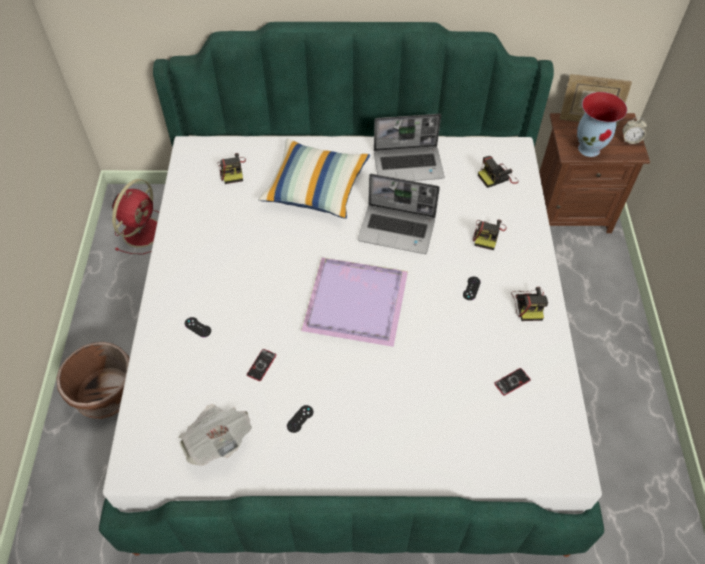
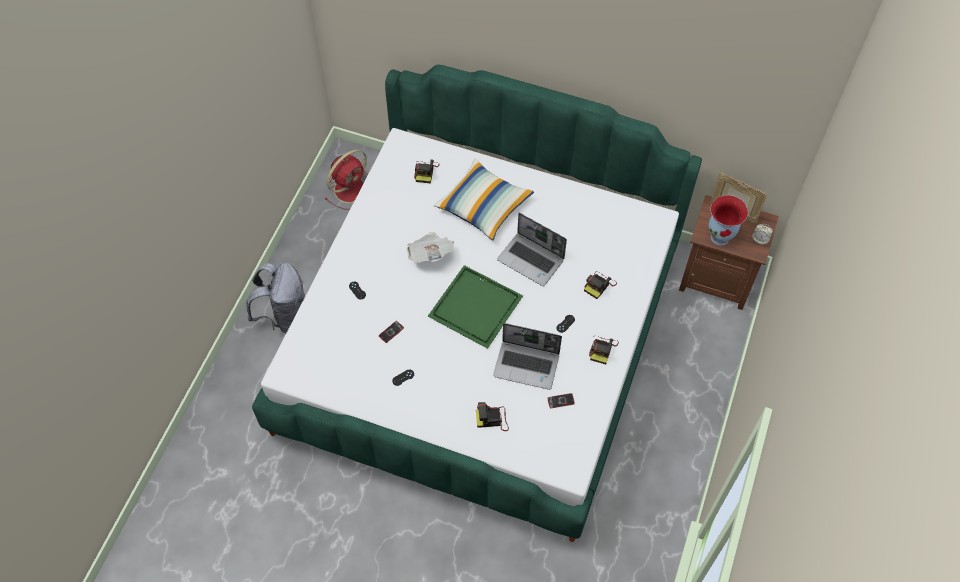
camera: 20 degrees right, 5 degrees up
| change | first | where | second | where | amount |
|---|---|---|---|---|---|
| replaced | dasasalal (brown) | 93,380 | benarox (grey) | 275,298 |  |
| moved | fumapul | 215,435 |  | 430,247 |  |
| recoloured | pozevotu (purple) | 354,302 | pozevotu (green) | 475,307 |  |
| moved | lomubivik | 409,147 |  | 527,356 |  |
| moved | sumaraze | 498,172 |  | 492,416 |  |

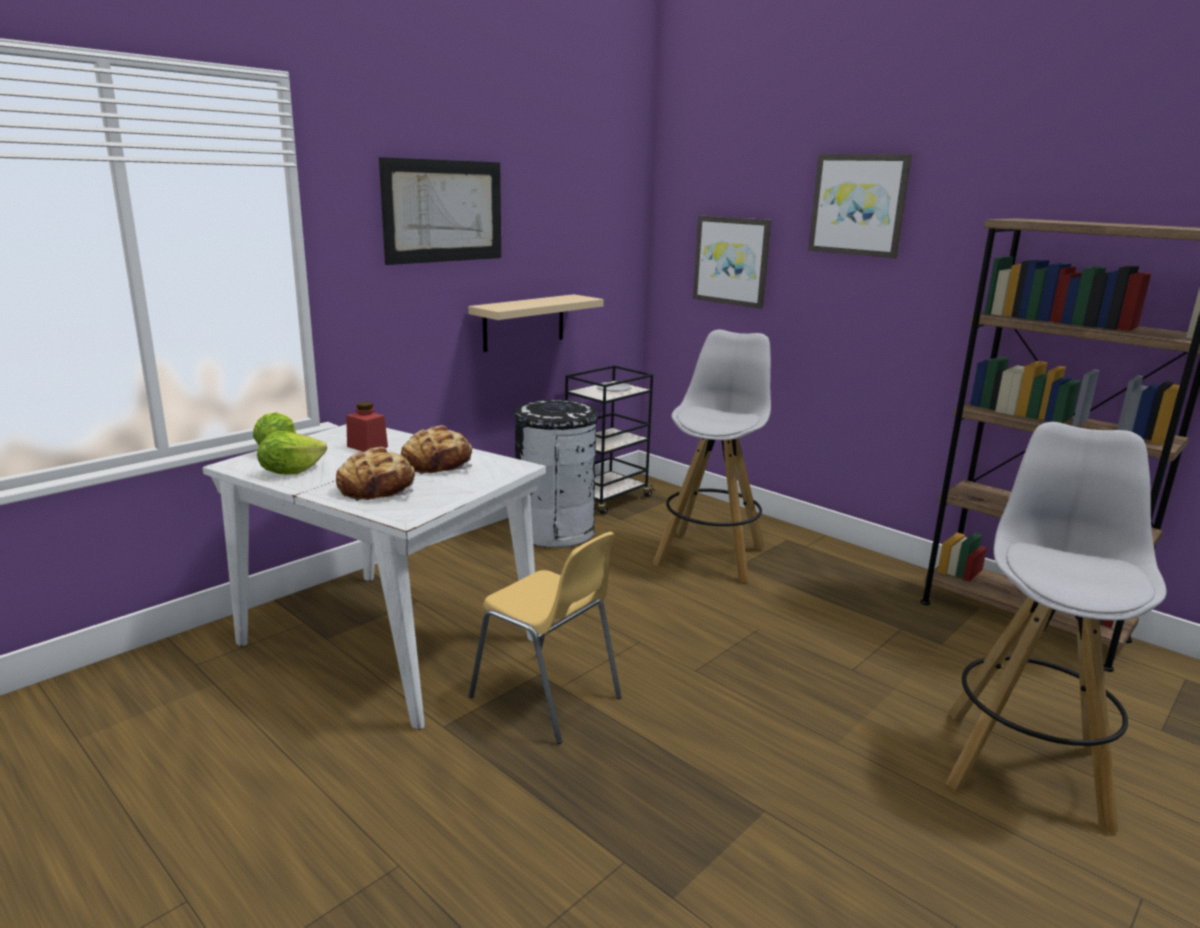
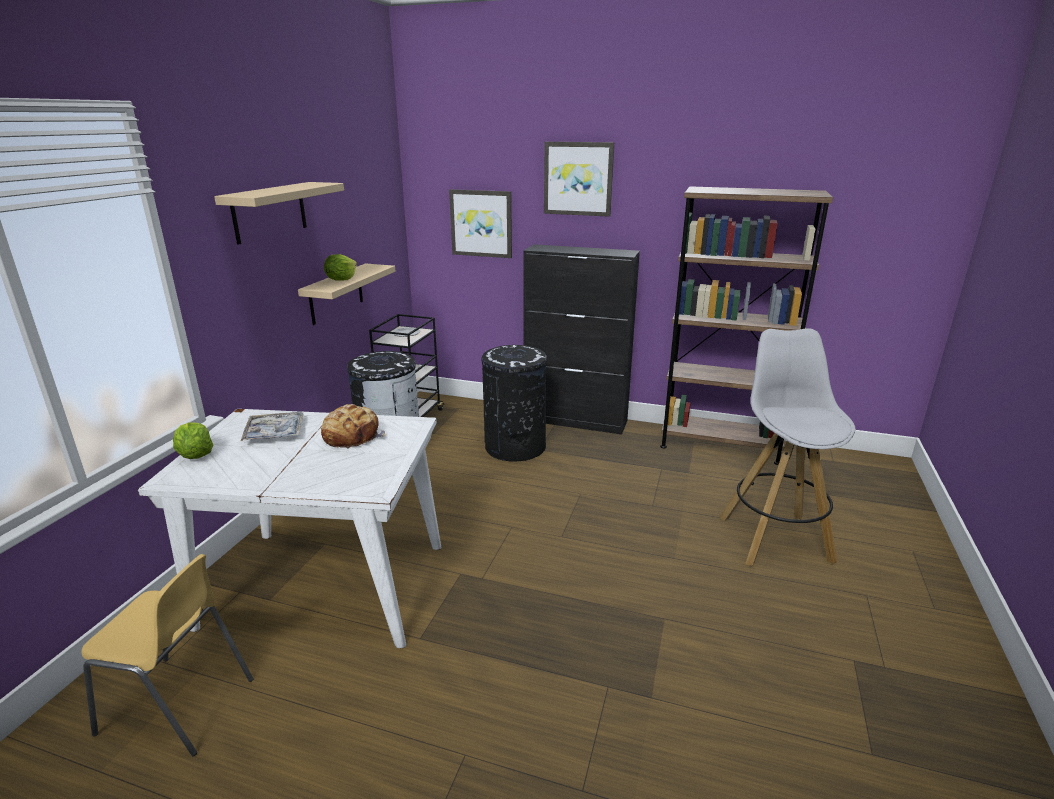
camera: 25 degrees left, 5 degrees up
| change | first | where | second | where | amount |
|---|---|---|---|---|---|
| moved | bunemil | 292,452 |  | 340,267 |  |
| removed | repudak | 375,474 |  |  |  |
| replaced | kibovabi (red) | 367,427 | pozevotu | 272,426 |  |
| replaced | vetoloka | 440,211 | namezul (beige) | 279,213 |  |
| moved | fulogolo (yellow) | 545,638 |  | 167,655 |  |
| replaced | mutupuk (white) | 712,455 | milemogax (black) | 514,403 |  |
| added |  |  | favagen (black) | 581,339 |  |

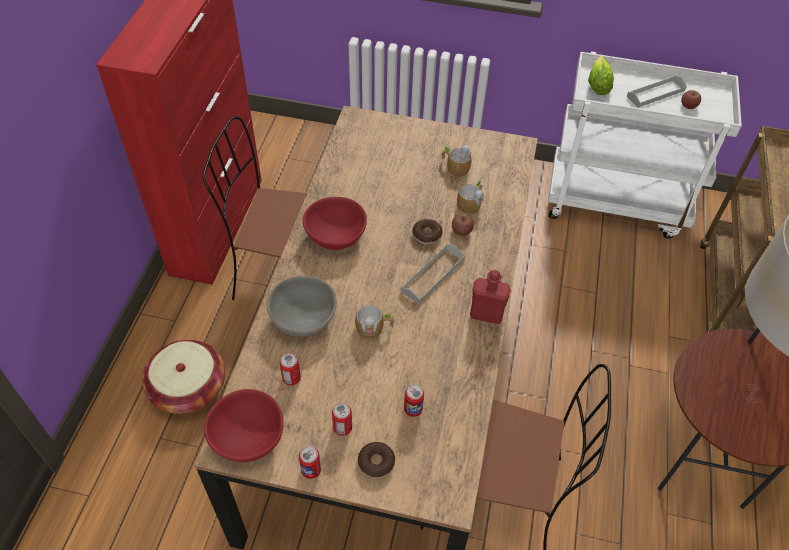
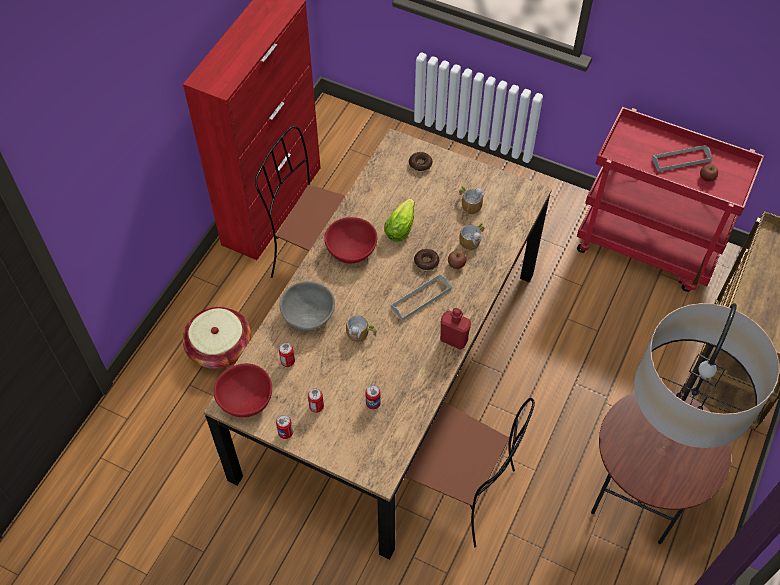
camera: 15 degrees right, 5 degrees up
| change | first | where | second | where | amount |
|---|---|---|---|---|---|
| moved | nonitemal | 376,460 |  | 421,162 |  |
| recoloured | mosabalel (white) | 645,145 | mosabalel (red) | 670,199 |  |
| moved | bunemil | 601,75 |  | 399,220 |  |

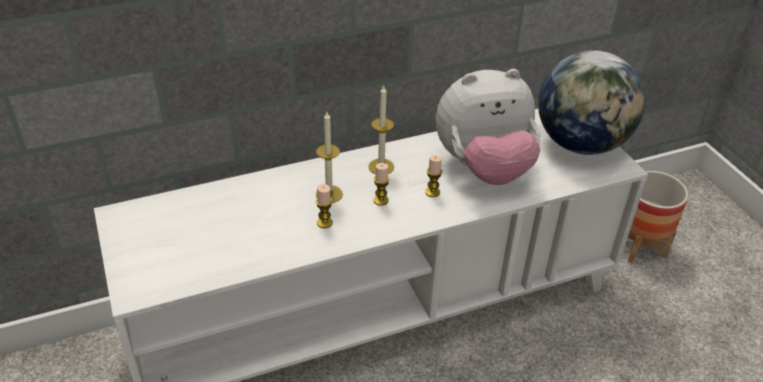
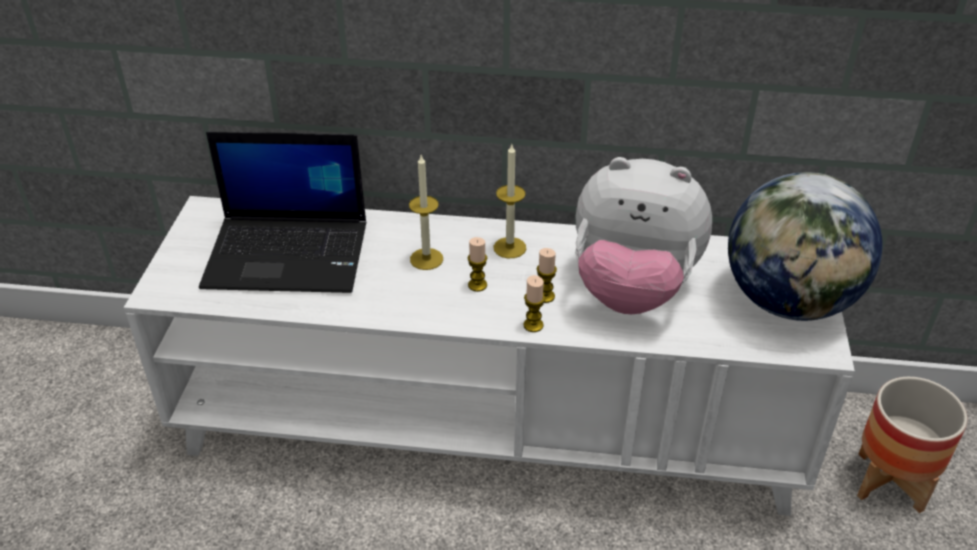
camera: 30 degrees right, 0 degrees up
| change | first | where | second | where | amount |
|---|---|---|---|---|---|
| moved | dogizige | 324,206 |  | 534,303 |  |
| added |  |  | lomubivik | 282,212 |  |

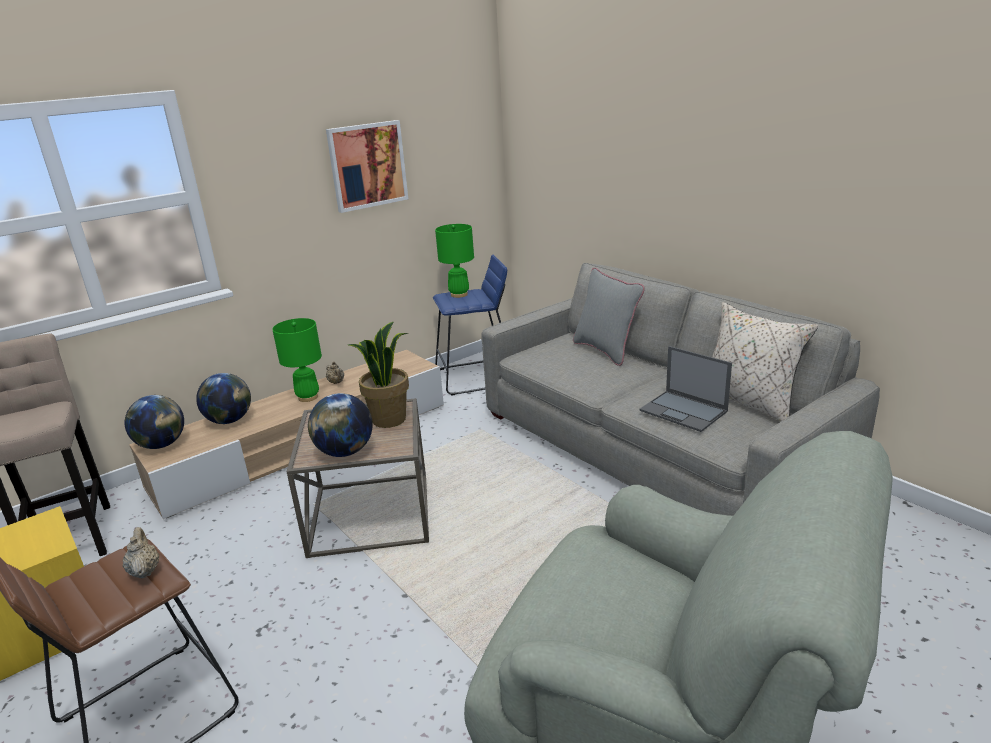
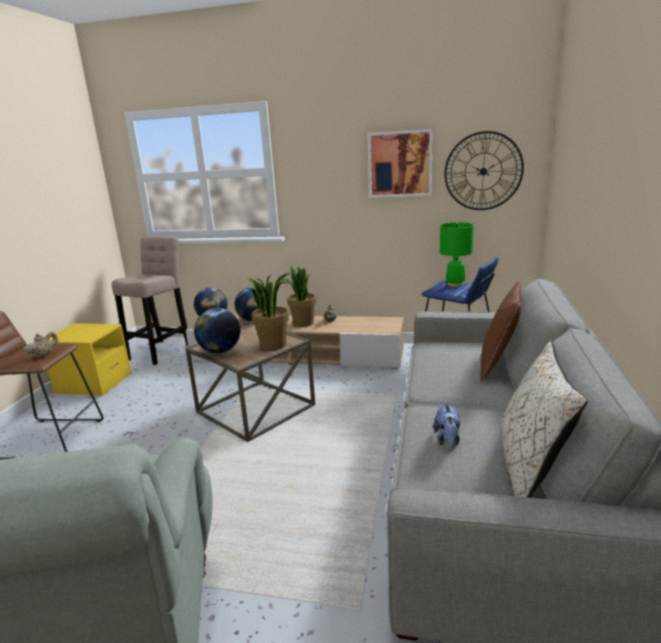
camera: 50 degrees right, 5 degrees down
| change | first | where | second | where | amount |
|---|---|---|---|---|---|
| replaced | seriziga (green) | 297,360 | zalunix | 299,296 |  |
| recoloured | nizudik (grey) | 609,317 | nizudik (brown) | 500,330 |  |
| replaced | lomubivik | 685,389 | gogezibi | 446,425 |  |
| added |  |  | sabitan | 484,170 |  |

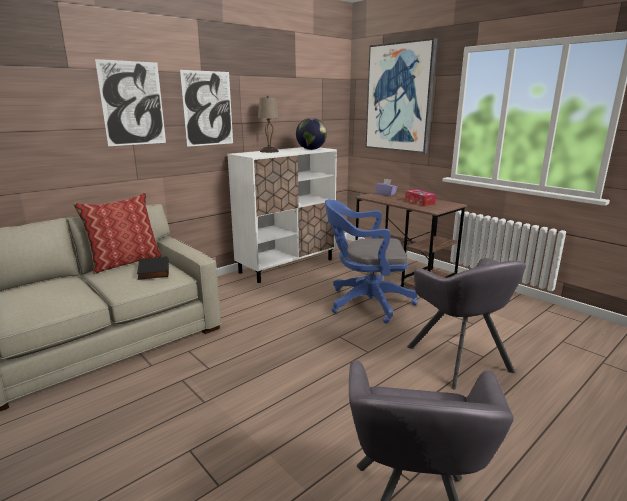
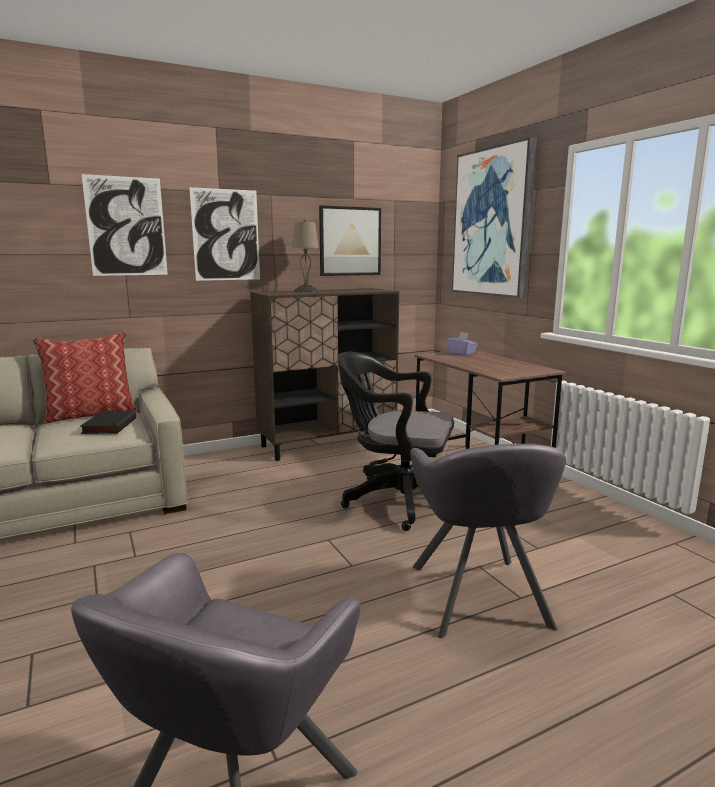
camera: 15 degrees right, 5 degrees down
| change | first | where | second | where | amount |
|---|---|---|---|---|---|
| recoloured | favagen (white) | 282,215 | favagen (brown) | 324,374 |  |
| removed | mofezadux | 311,134 |  |  |  |
| recoloured | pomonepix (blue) | 371,261 | pomonepix (black) | 395,441 |  |
| removed | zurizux | 420,197 |  |  |  |
| added |  |  | vetoloka | 350,240 |  |

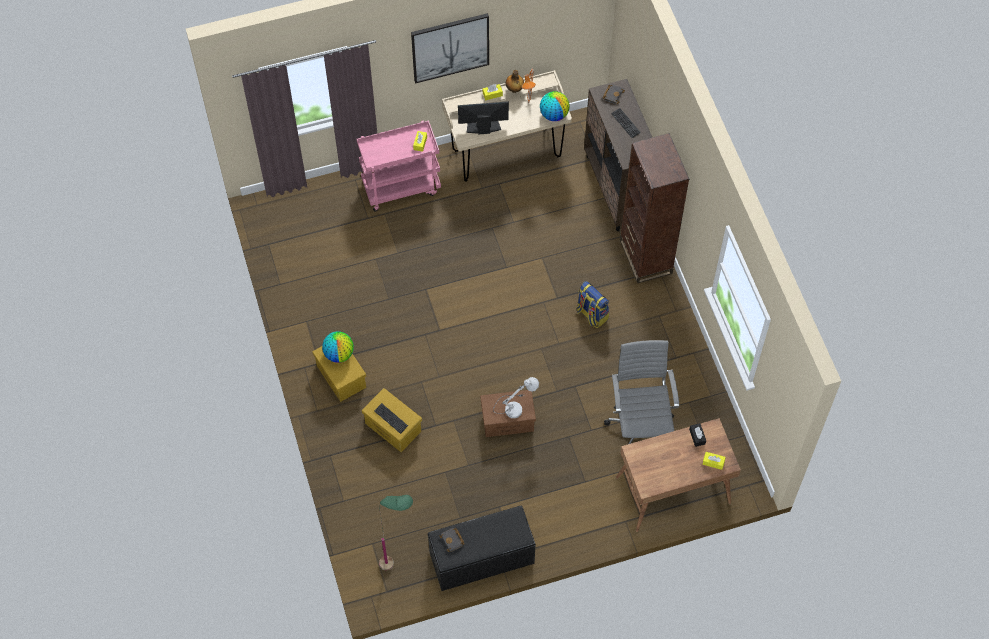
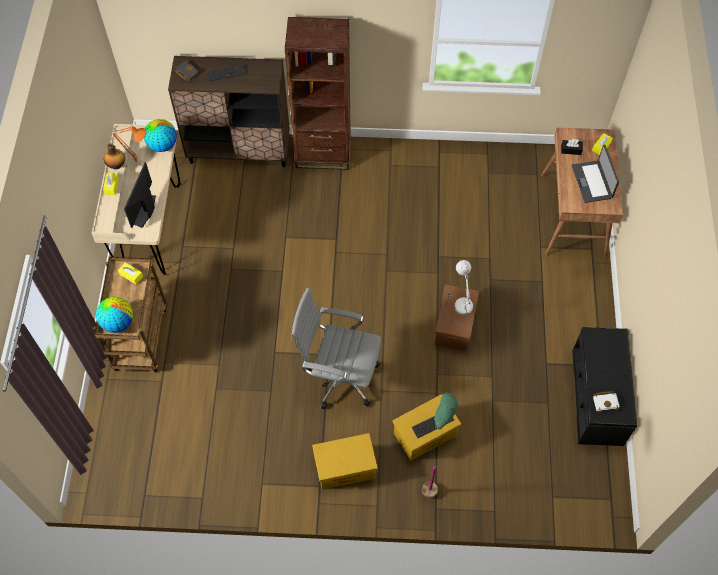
camera: 70 degrees left, 0 degrees up
| change | first | where | second | where | amount |
|---|---|---|---|---|---|
| moved | mofezadux | 338,347 |  | 114,315 |  |
| recoloured | mosabalel (pink) | 399,166 | mosabalel (brown) | 129,315 |  |
| moved | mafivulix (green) | 396,532 |  | 440,445 |  |
| removed | vetoloka | 450,48 |  |  |  |
| recoloured | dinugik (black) | 452,540 | dinugik (white) | 606,402 |  |
| removed | benarox | 592,304 |  |  |  |
| moved | pomonepix (grey) | 641,399 |  | 336,348 |  |
| added |  |  | lomubivik | 595,173 |  |

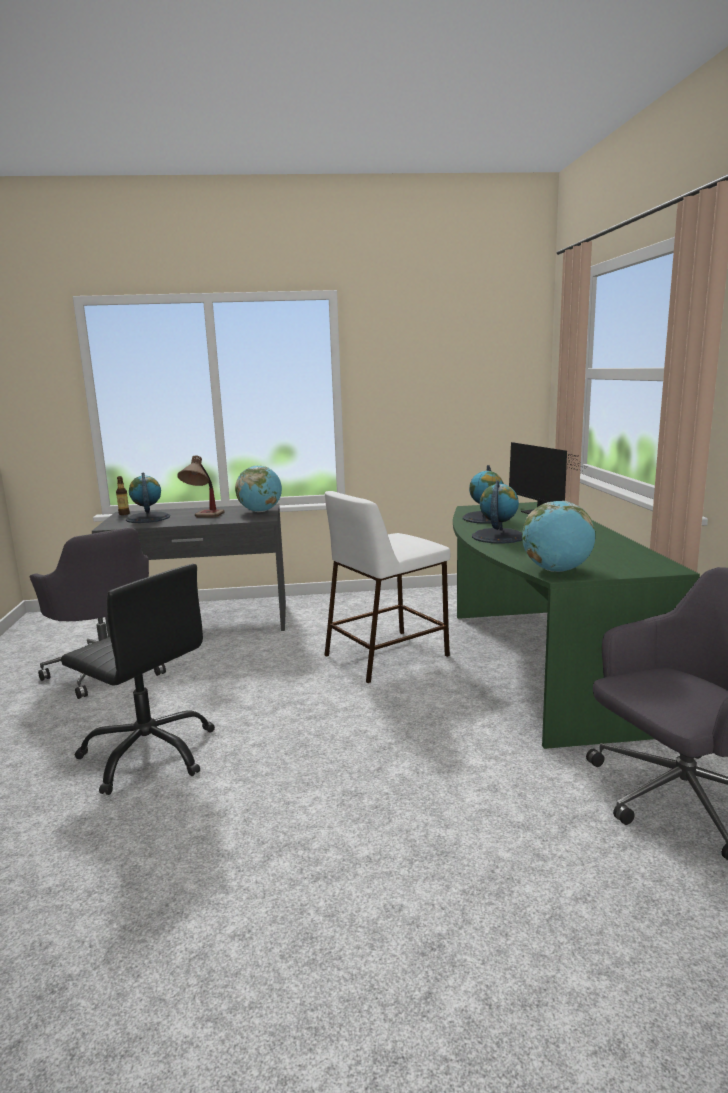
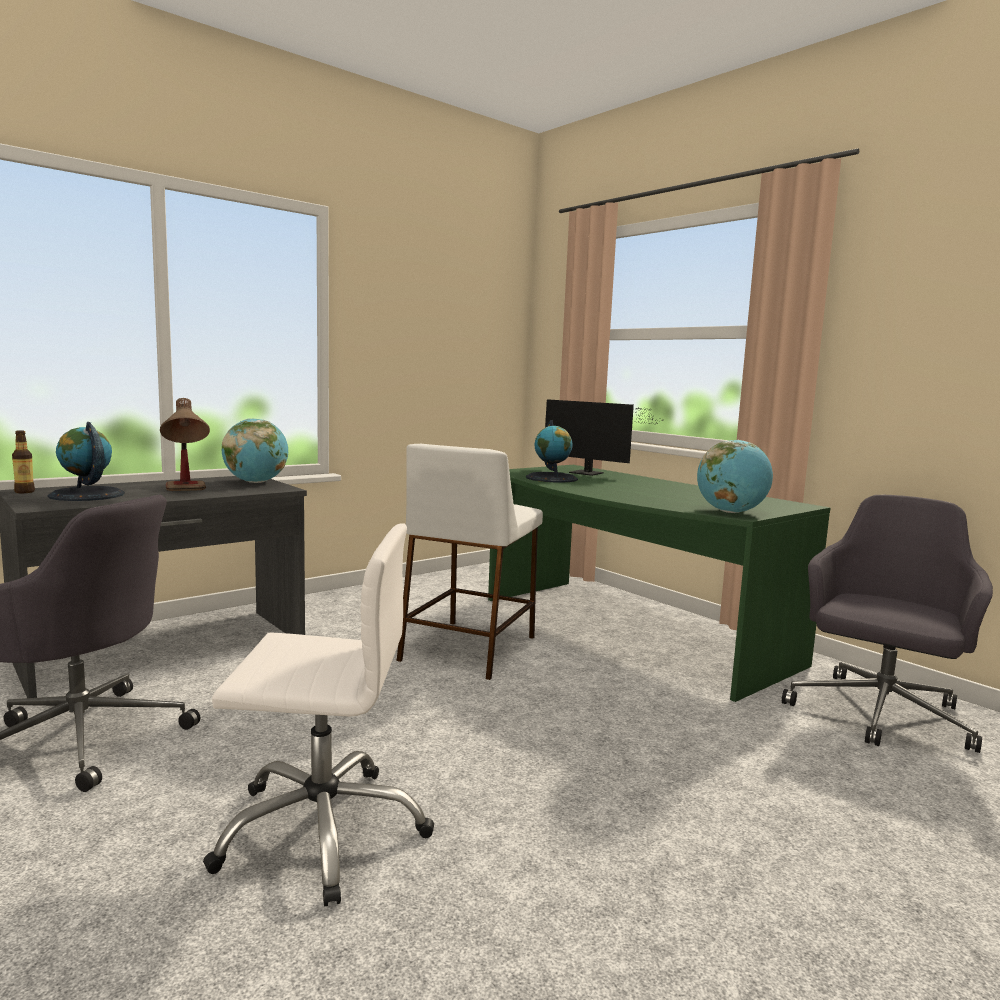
camera: 35 degrees left, 5 degrees down
| change | first | where | second | where | amount |
|---|---|---|---|---|---|
| recoloured | pomonepix (black) | 138,679 | pomonepix (white) | 318,714 |  |
| removed | mofezadux | 497,512 |  |  |  |

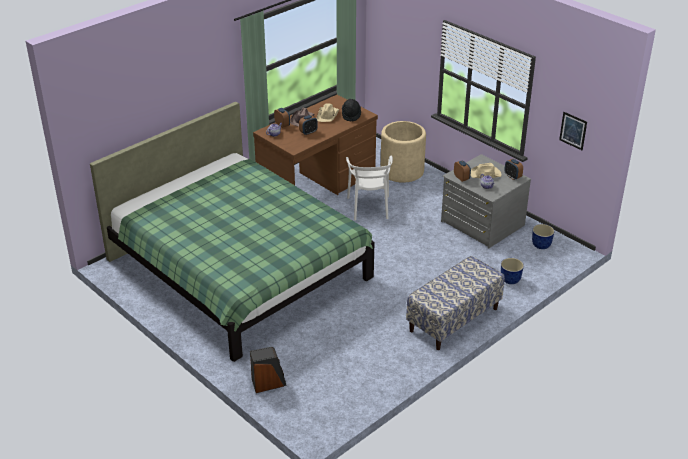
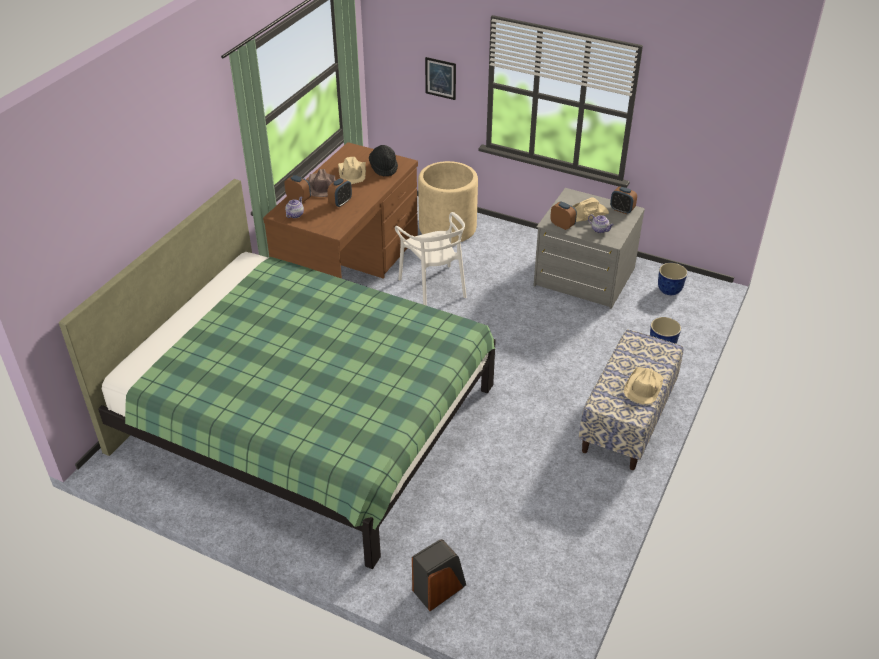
camera: 20 degrees left, 5 degrees up
| change | first | where | second | where | amount |
|---|---|---|---|---|---|
| moved | vetoloka | 573,131 |  | 440,78 |  |
| added |  |  | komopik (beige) | 644,385 |  |

